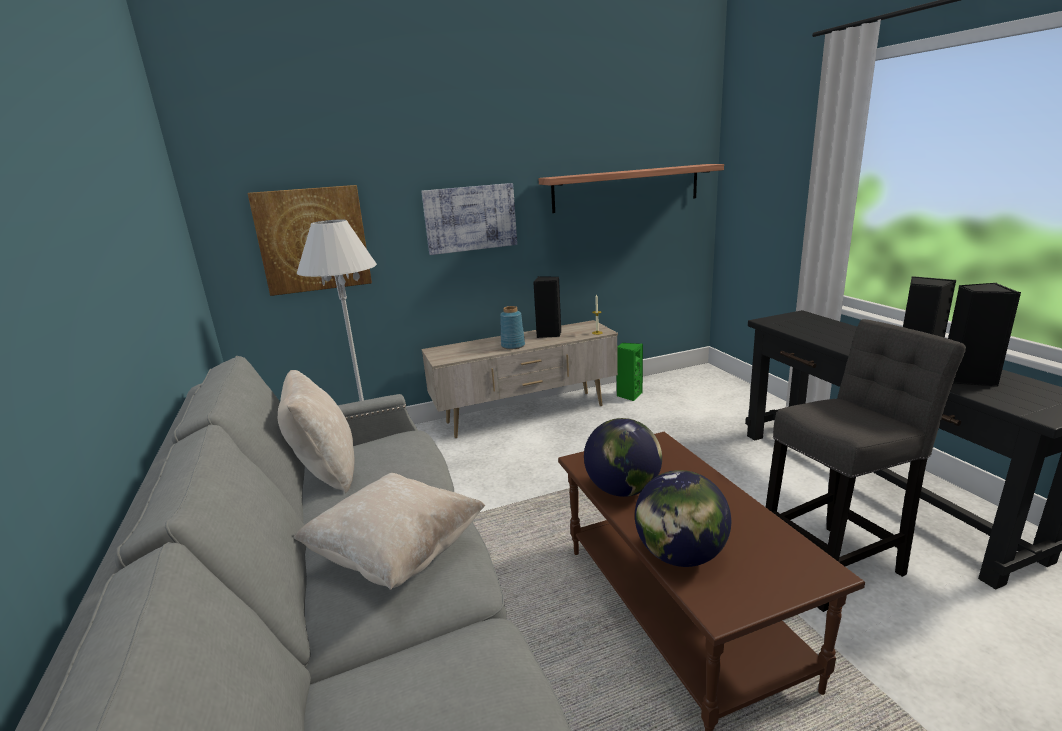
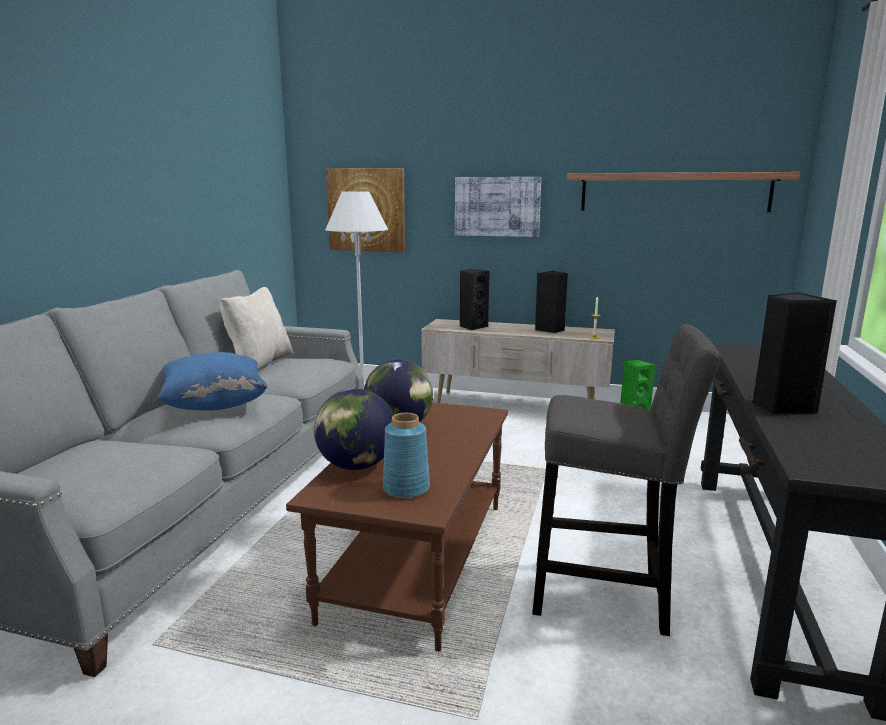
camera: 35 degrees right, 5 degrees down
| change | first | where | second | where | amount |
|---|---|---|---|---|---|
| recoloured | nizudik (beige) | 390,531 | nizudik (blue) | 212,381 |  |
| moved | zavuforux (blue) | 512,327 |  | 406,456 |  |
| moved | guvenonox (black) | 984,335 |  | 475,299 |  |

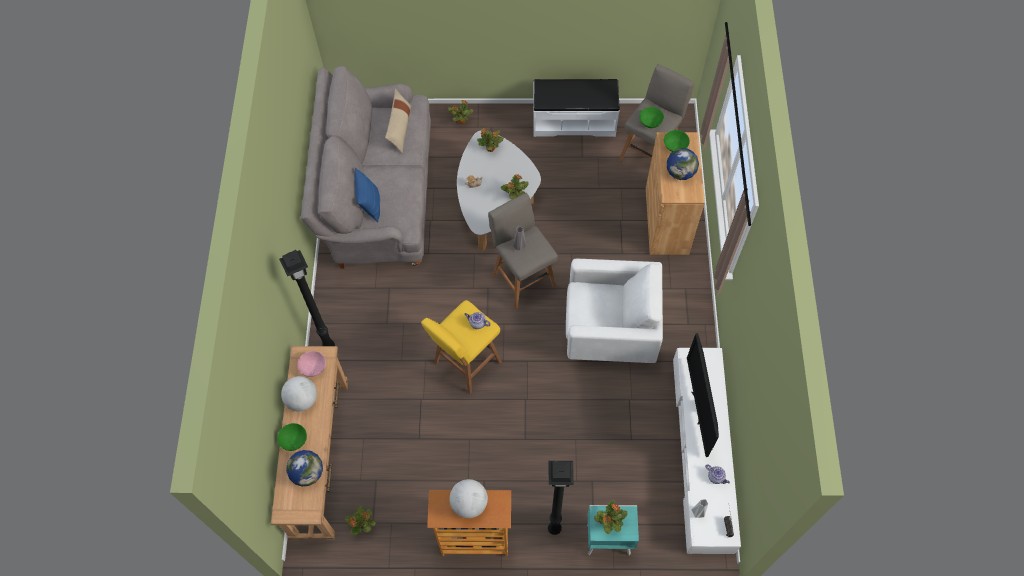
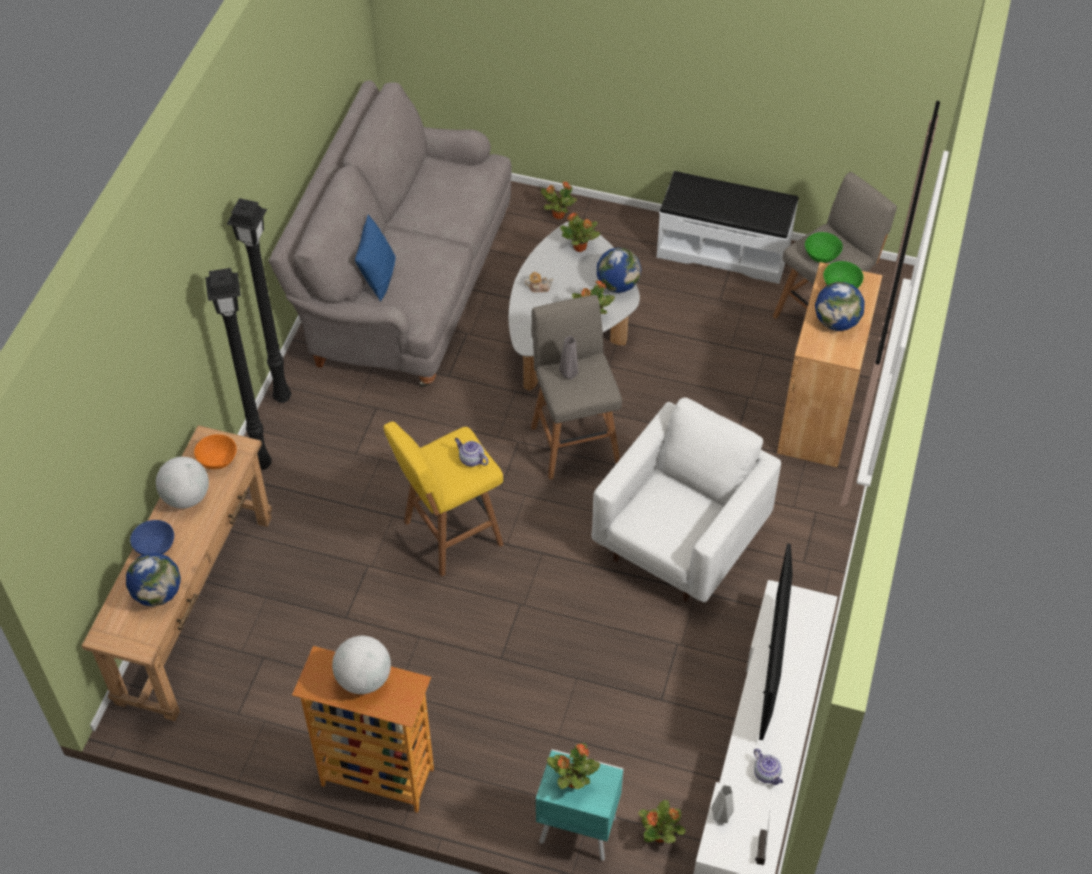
camera: 15 degrees right, 10 degrees down
| change | first | where | second | where | amount |
|---|---|---|---|---|---|
| recoloured | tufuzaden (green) | 292,437 | tufuzaden (blue) | 152,537 |  |
| recoloured | tufuzaden (pink) | 311,364 | tufuzaden (orange) | 215,451 |  |
| moved | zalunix | 360,520 |  | 662,821 |  |
| removed | nizudik (beige) | 398,120 |  |  |  |
| moved | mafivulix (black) | 561,498 |  | 258,300 |  |
| turned | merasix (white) | 614,311 |  | 686,500 | 75 degrees counterclockwise |
| added |  |  | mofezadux | 619,270 |  |

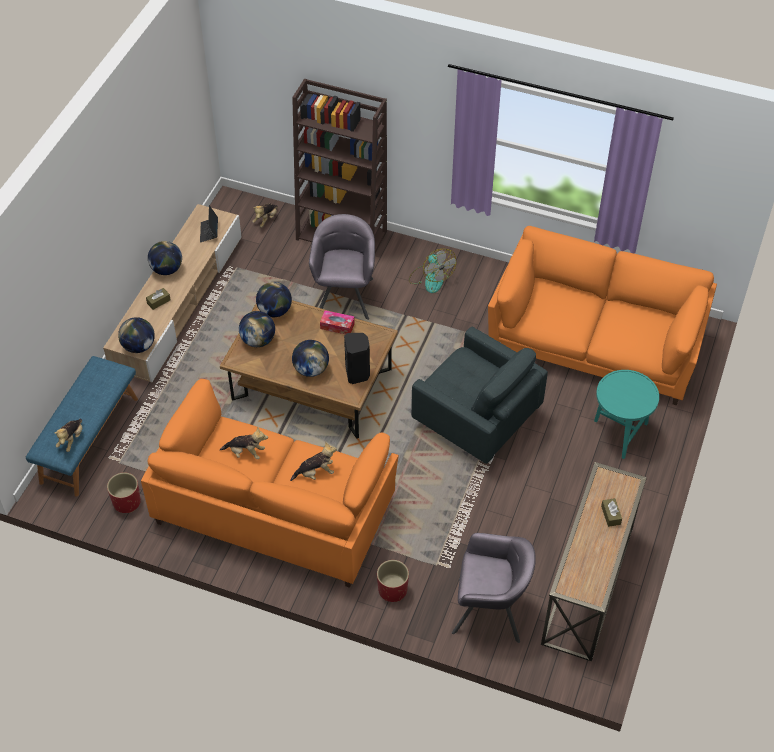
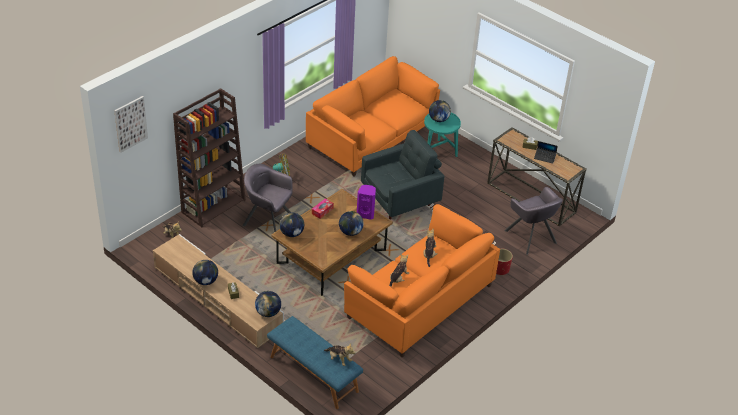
camera: 70 degrees left, 10 degrees down
| change | first | where | second | where | amount |
|---|---|---|---|---|---|
| removed | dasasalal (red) | 124,492 |  |  |  |
| moved | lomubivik | 209,224 |  | 545,152 |  |
| moved | mofezadux | 257,329 |  | 440,111 |  |
| recoloured | guvenonox (black) | 357,358 | guvenonox (purple) | 366,202 |  |
| turned | merasix (grey) | 494,588 |  | 533,221 | 120 degrees clockwise |
| added |  |  | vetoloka | 131,124 |  |

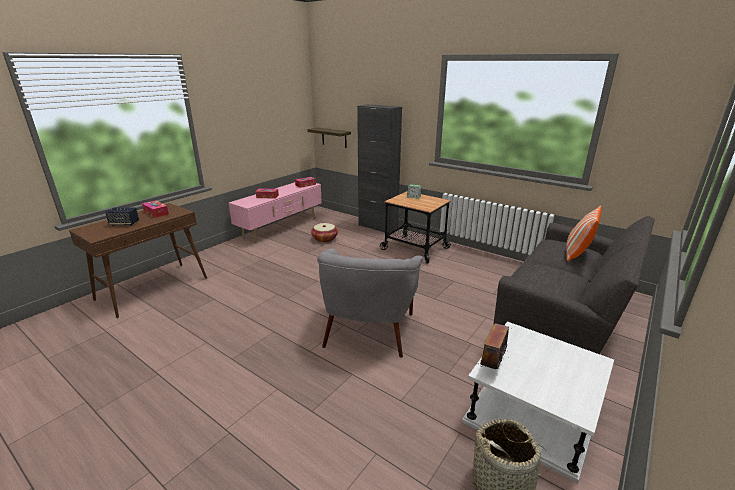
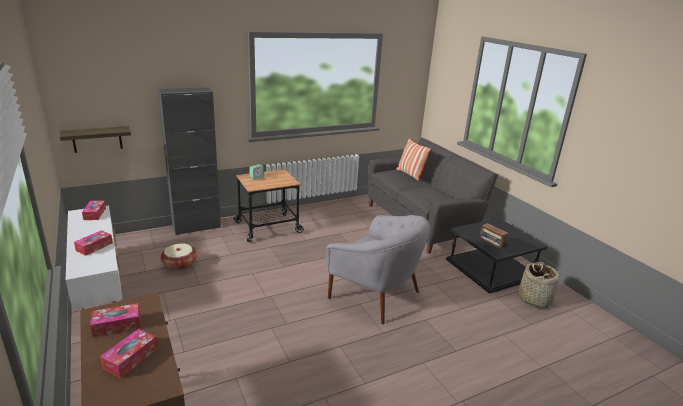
camera: 65 degrees left, 0 degrees up
| change | first | where | second | where | amount |
|---|---|---|---|---|---|
| replaced | guvenonox | 122,216 | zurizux | 129,353 |  |
| recoloured | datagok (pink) | 275,212 | datagok (white) | 94,257 |  |
| recoloured | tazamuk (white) | 538,402 | tazamuk (black) | 496,256 |  |

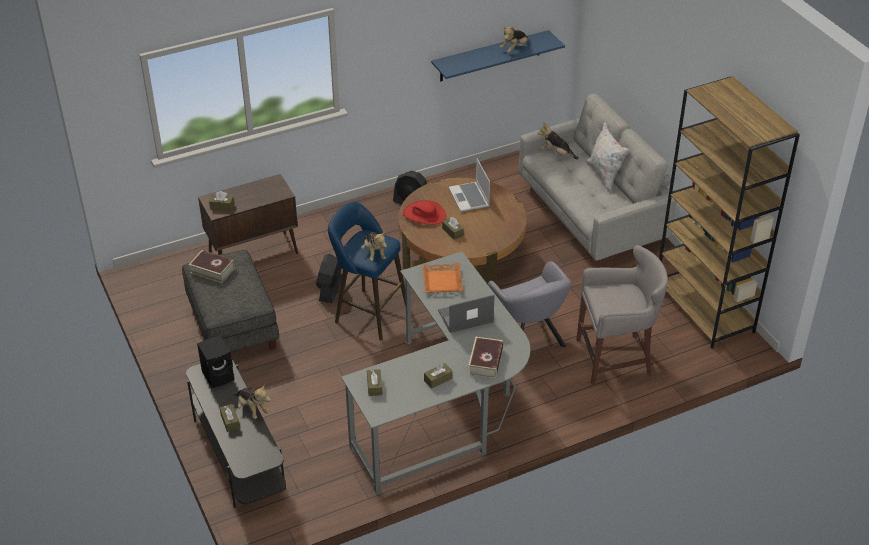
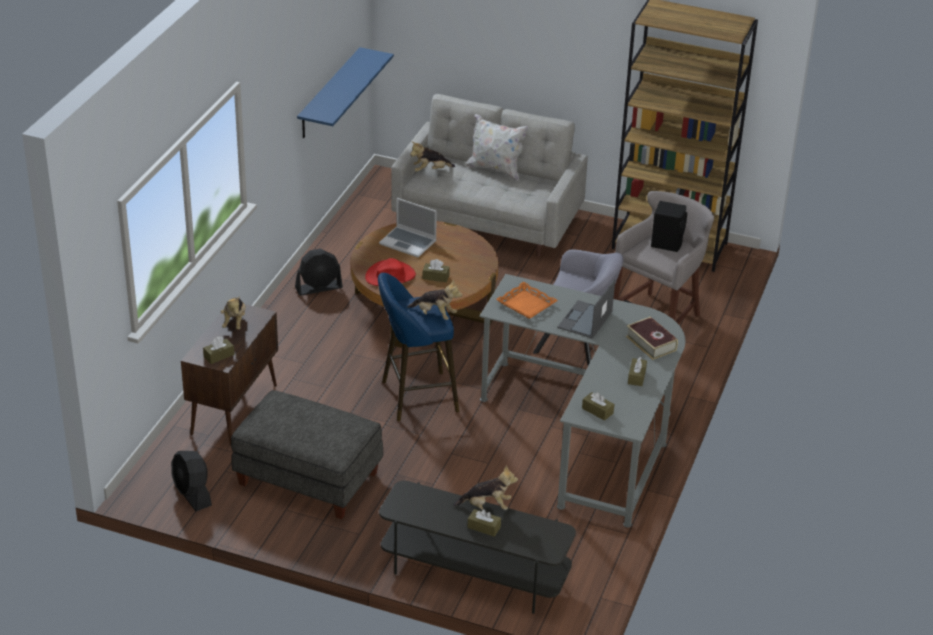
camera: 45 degrees left, 5 degrees down
| change | first | where | second | where | amount |
|---|---|---|---|---|---|
| removed | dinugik | 212,266 |  |  |  |
| moved | guvenonox (black) | 215,361 |  | 669,226 |  |
| moved | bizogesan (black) | 329,278 |  | 191,481 |  |
| moved | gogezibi | 514,40 |  | 233,313 |  |

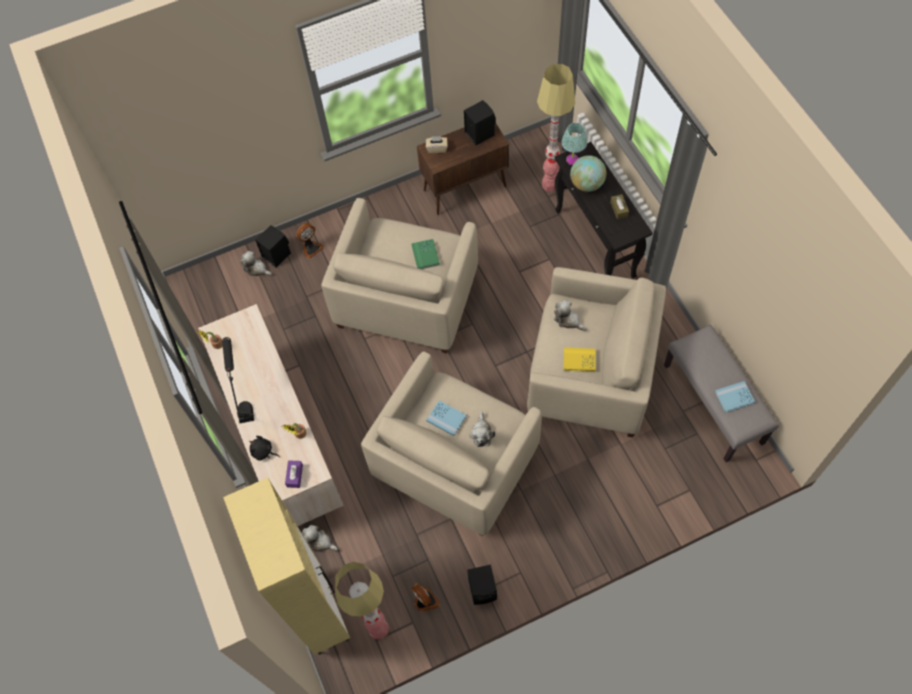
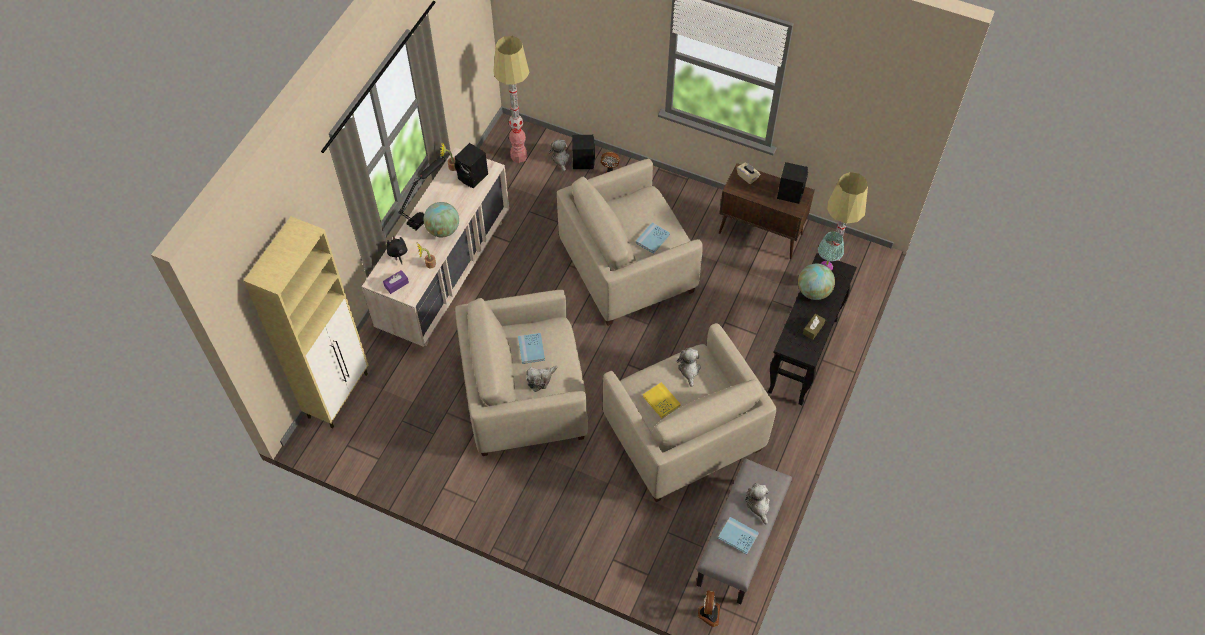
camera: 45 degrees right, 5 degrees down
| change | first | where | second | where | amount |
|---|---|---|---|---|---|
| moved | gogezibi | 320,538 |  | 757,504 |  |
| moved | mafivulix | 362,601 |  | 511,99 |  |
| recoloured | dinugik (green) | 425,254 | dinugik (blue) | 653,238 |  |
| moved | bizogesan | 425,597 |  | 709,608 |  |
| moved | guvenonox (black) | 482,585 |  | 471,165 |  |
| added |  |  | mofezadux | 441,219 |  |

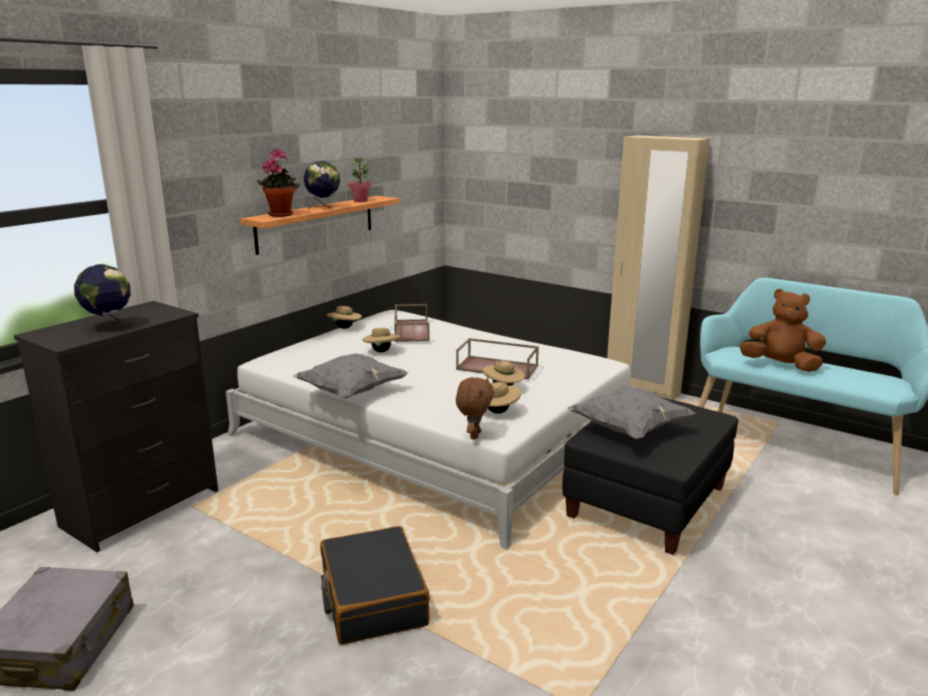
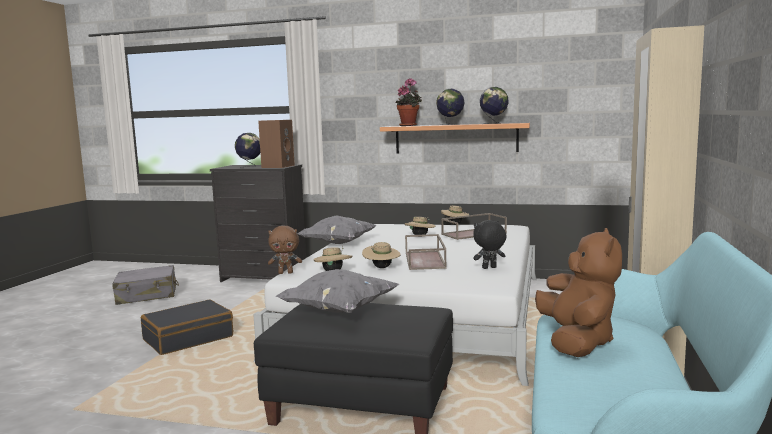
camera: 70 degrees right, 10 degrees down
| change | first | where | second | where | amount |
|---|---|---|---|---|---|
| replaced | zalunix | 360,180 | mofezadux | 494,105 |  |
| added |  |  | guvenonox (brown) | 276,144 |  |
| added |  |  | gogezibi (black) | 489,244 |  |

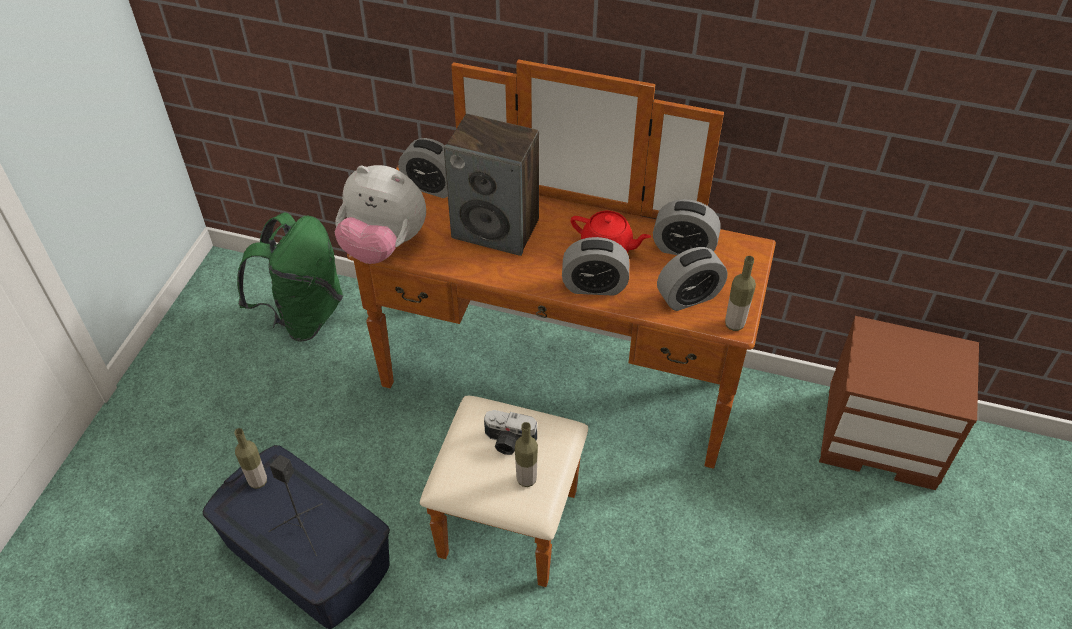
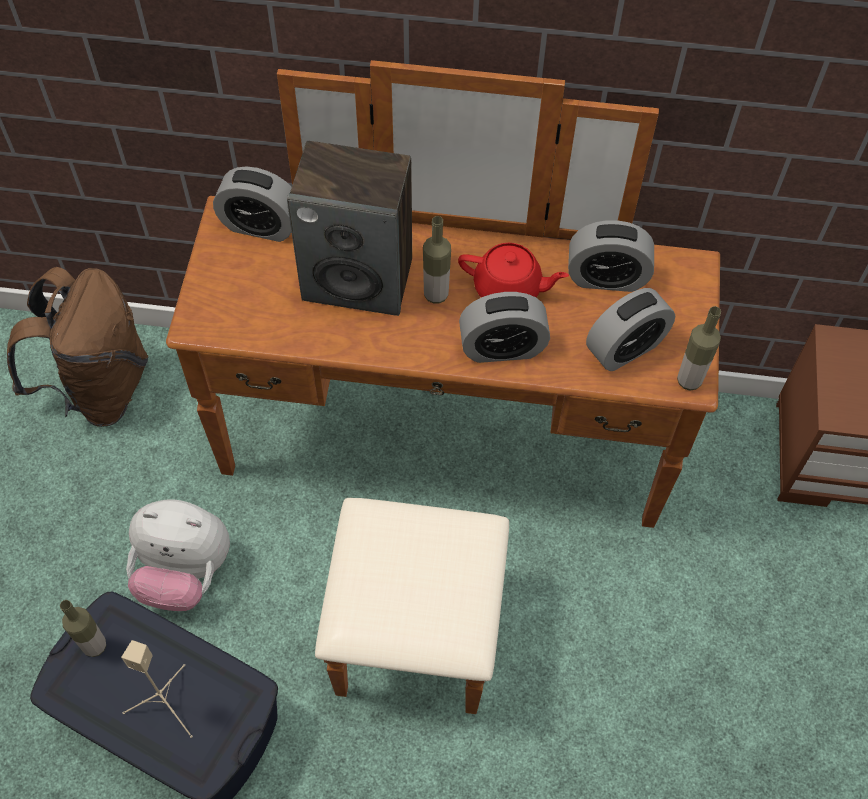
camera: 10 degrees left, 10 degrees up
| change | first | where | second | where | amount |
|---|---|---|---|---|---|
| recoloured | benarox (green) | 290,277 | benarox (brown) | 77,347 |  |
| recoloured | guvenonox (black) | 295,505 | guvenonox (beige) | 157,689 |  |
| moved | gogezibi | 380,214 |  | 178,555 |  |
| removed | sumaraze | 510,432 |  |  |  |
| moved | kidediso | 526,454 |  | 437,259 |  |

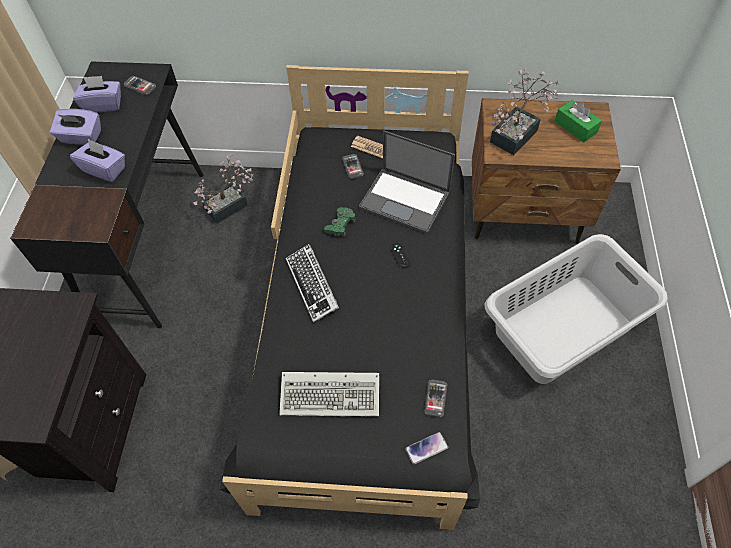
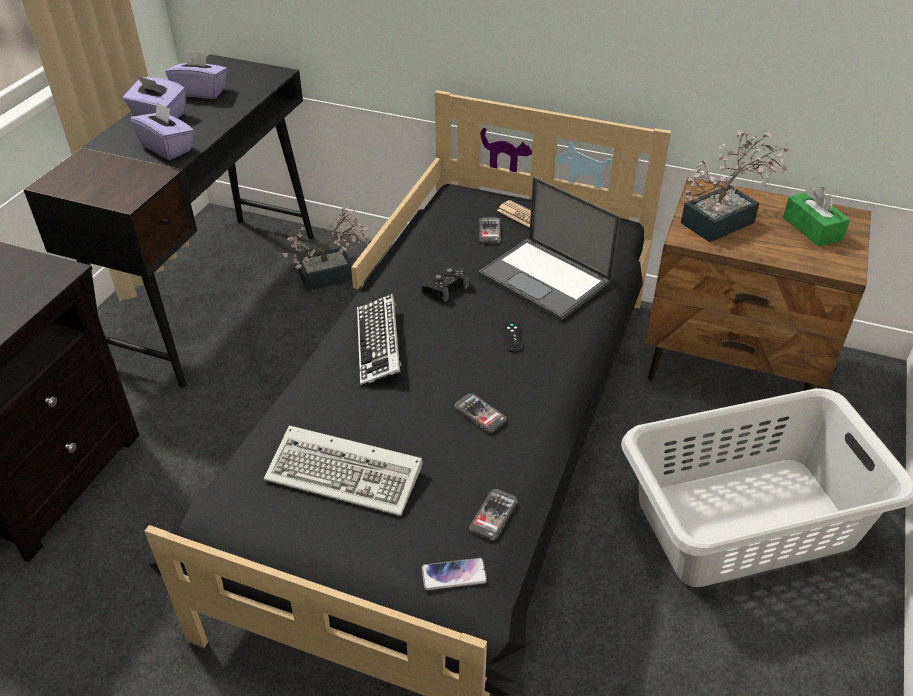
camera: 15 degrees right, 15 degrees down
| change | first | where | second | where | amount |
|---|---|---|---|---|---|
| moved | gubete | 140,85 |  | 480,413 |  |
| recoloured | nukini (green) | 340,222 | nukini (black) | 445,284 |  |

